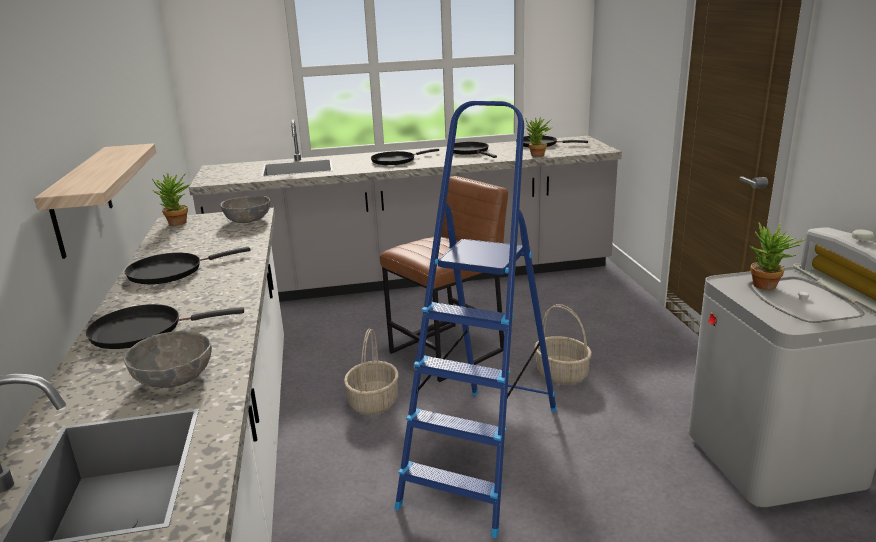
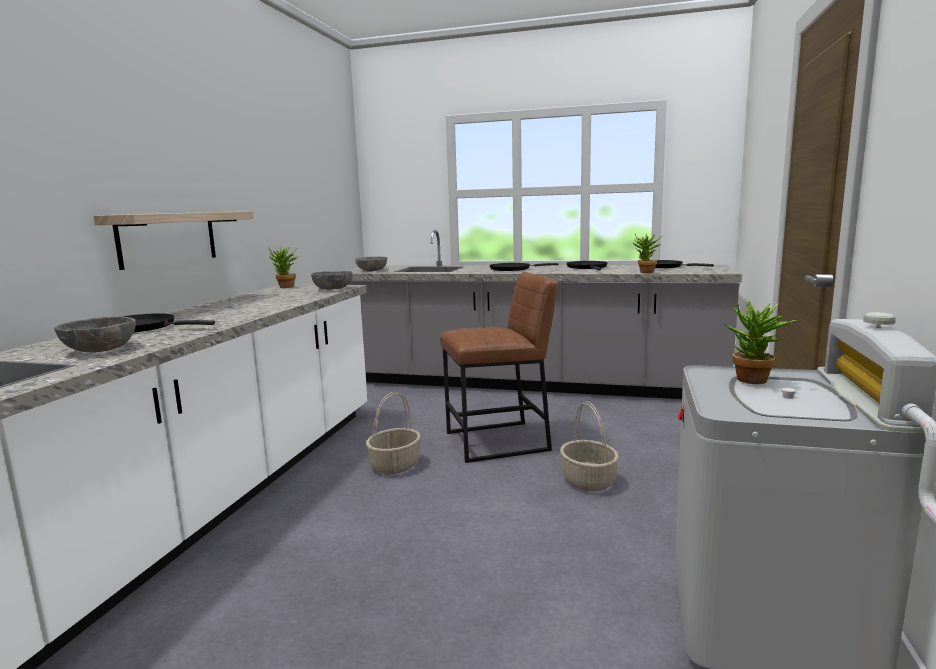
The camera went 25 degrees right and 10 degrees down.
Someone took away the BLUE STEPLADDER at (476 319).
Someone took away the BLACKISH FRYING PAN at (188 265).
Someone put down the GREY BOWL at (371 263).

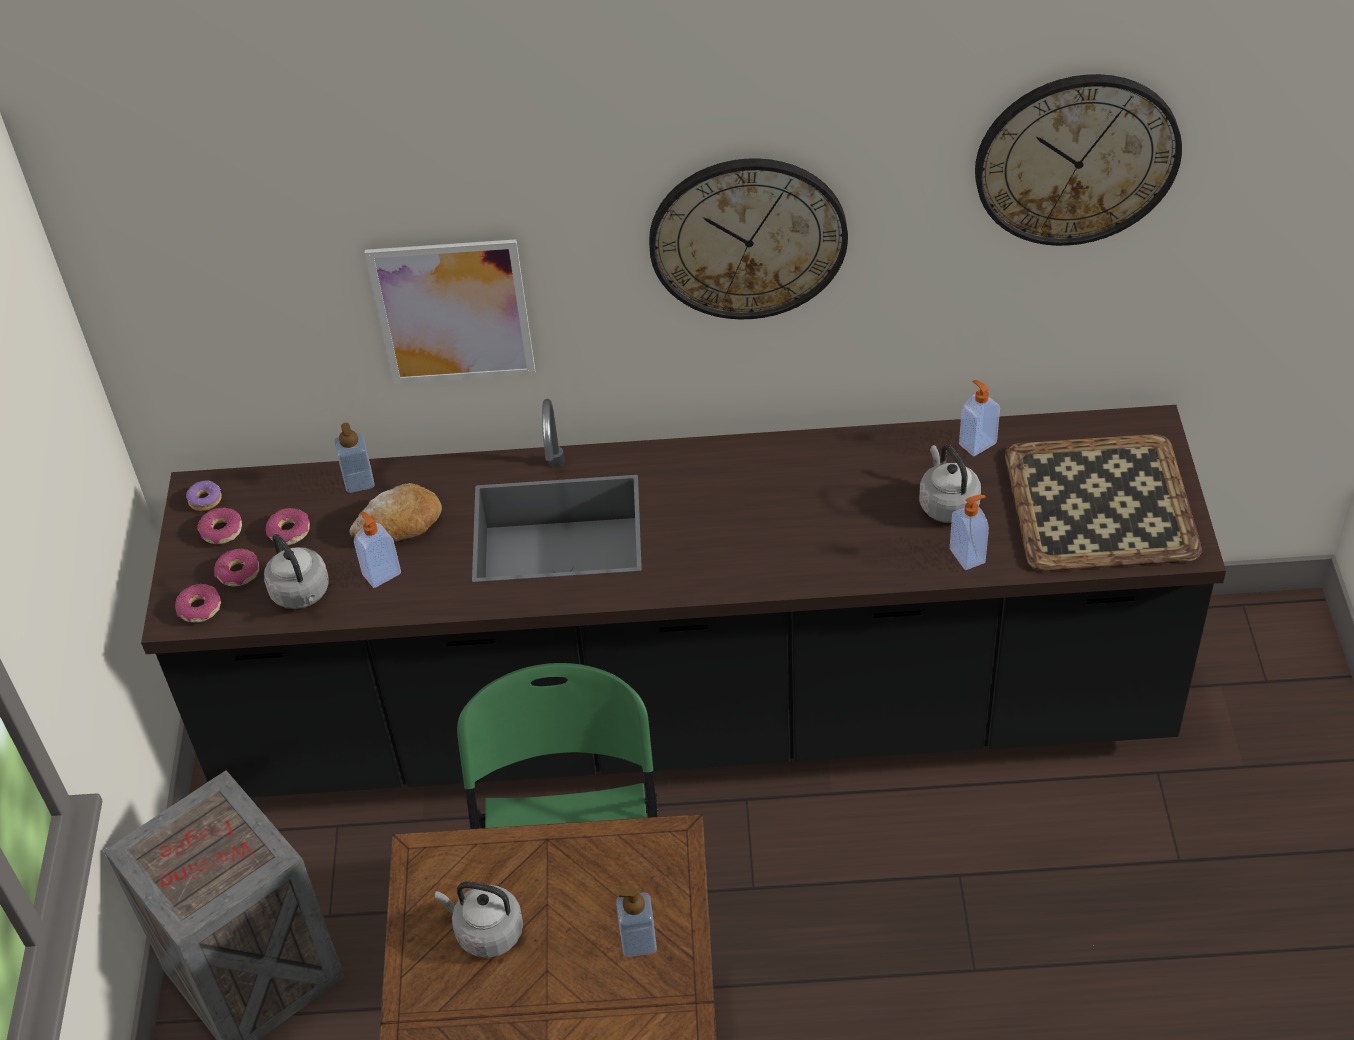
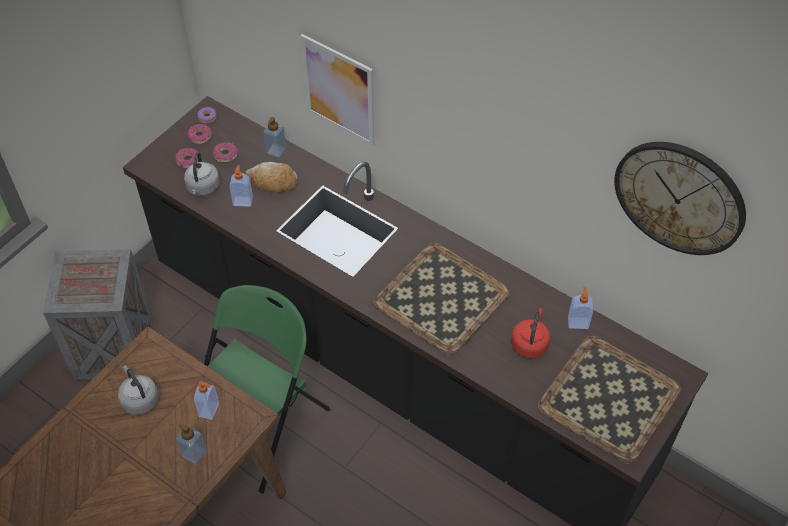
The camera went 35 degrees right and 5 degrees up.
Someone took away the WALL CLOCK at (748 238).
Someone repainted the GREY WATER KETTLE at (950 484), which became the REDDISH WATER KETTLE at (530 333).
Someone carried the SOAP BOTTLE from (969 532) to (206 400).
Someone took away the RING DOUGHNUT at (198 603).
Someone put down the TRAY at (441 299).

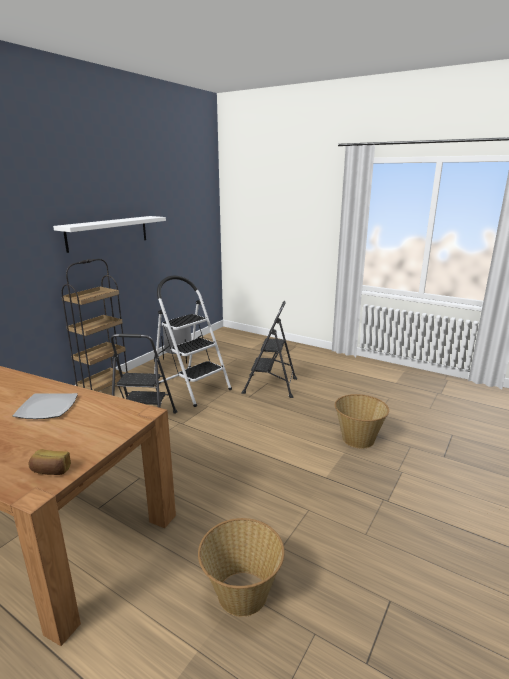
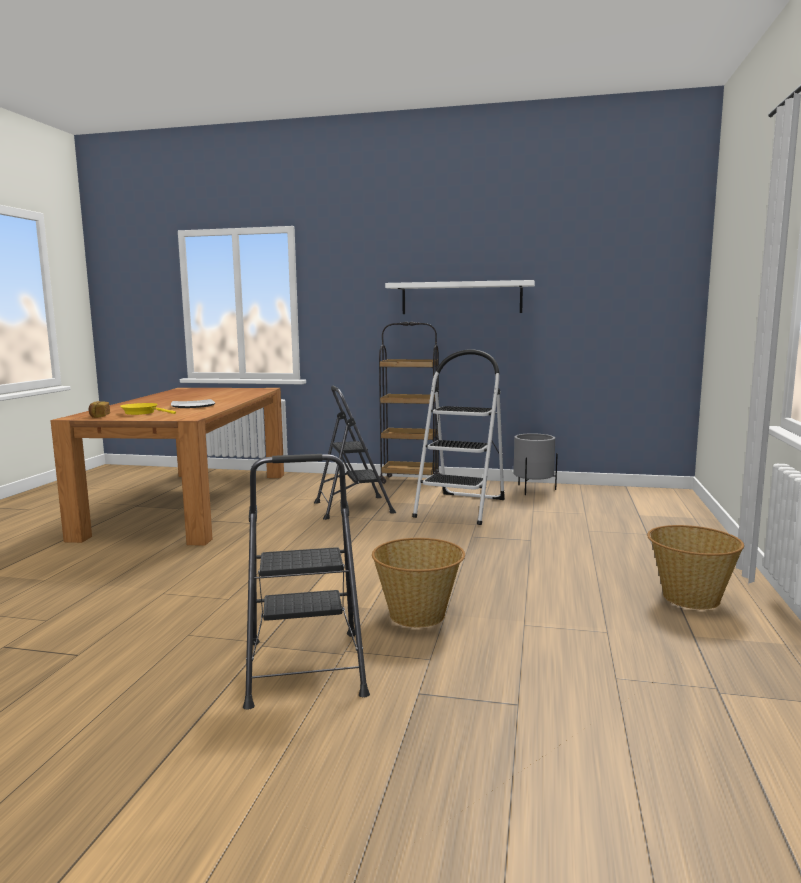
The camera went 70 degrees right and 10 degrees down.
Someone carried the BLACKISH STEPLADDER from (269 349) to (306 582).
Someone carried the STORAGE BASKET from (241 567) to (695 567).
Someone put down the YELLOW-COLOURED FRYING PAN at (148 409).

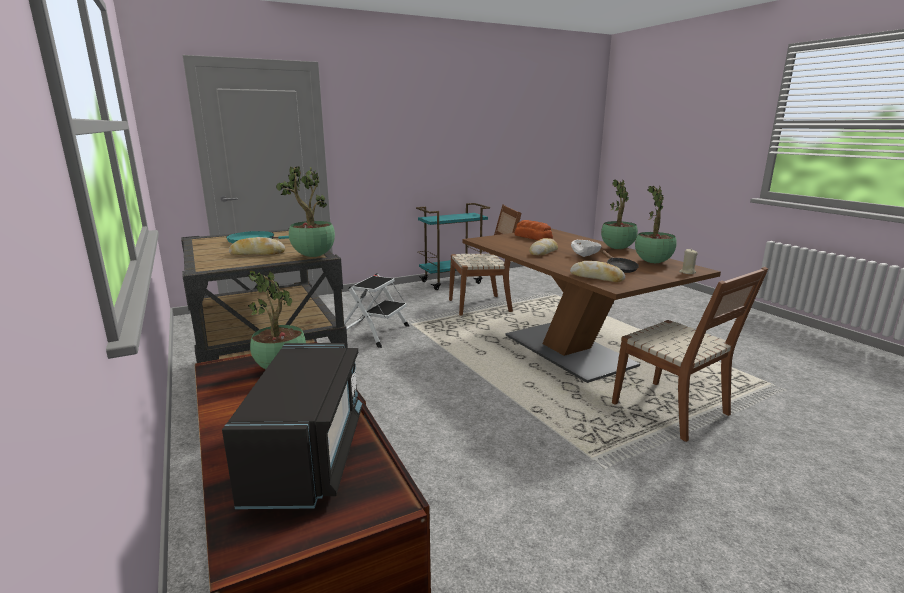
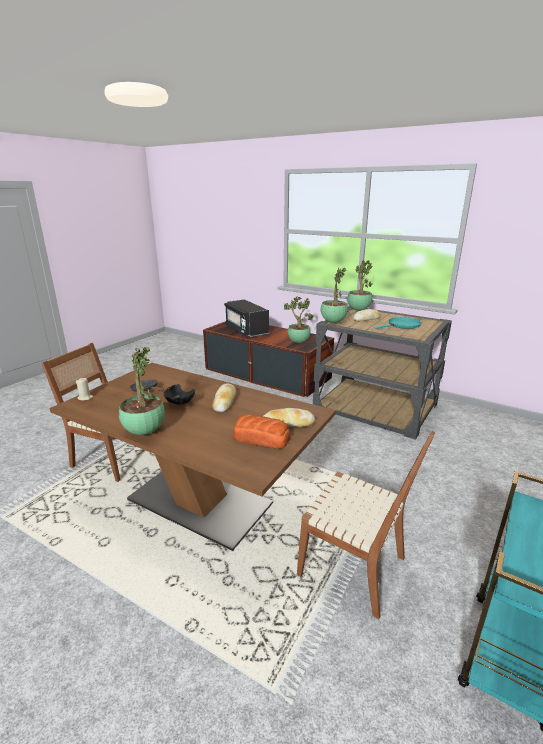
The camera went 150 degrees right and 5 degrees up.
Someone carried the HOUSEPLANT from (656 224) to (360 285).
Someone rotated the CHAIR at (485 260) by 105 degrees counterclockwise.
Someone repainted the WHITE-COLOURED BOWL at (586 248), which became the BLACKISH BOWL at (179 394).
Someone carried the BAKED BREAD from (597 272) to (289 417).
Someone took away the STEPLADDER at (376 310).

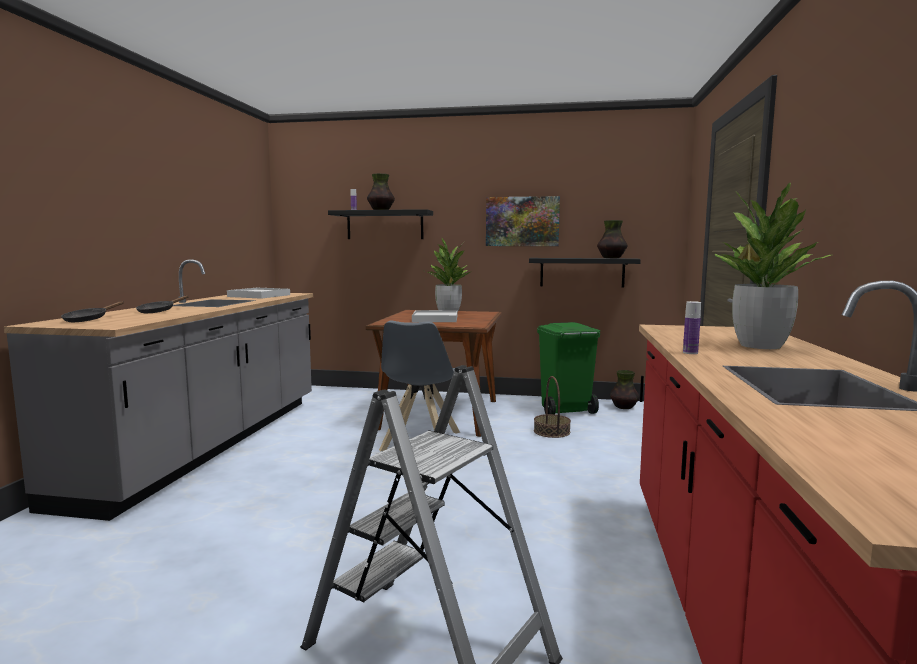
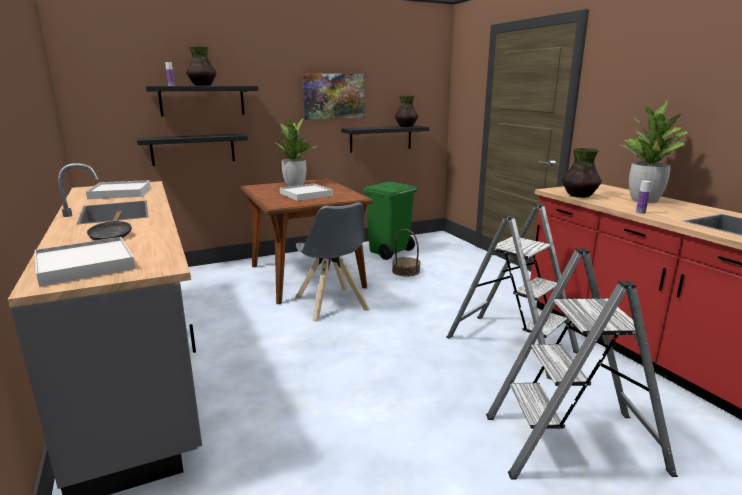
The camera went 35 degrees left and 10 degrees up.
Someone swapped the BLACKISH FRYING PAN at (92 311) for the WHITE-COLOURED TRAY at (85 261).
Someone carried the VASE from (625 389) to (582 173).
Someone put up the BLACKISH WALL SHELF at (192 150).
Someone put down the GREY STEPLADDER at (512 291).

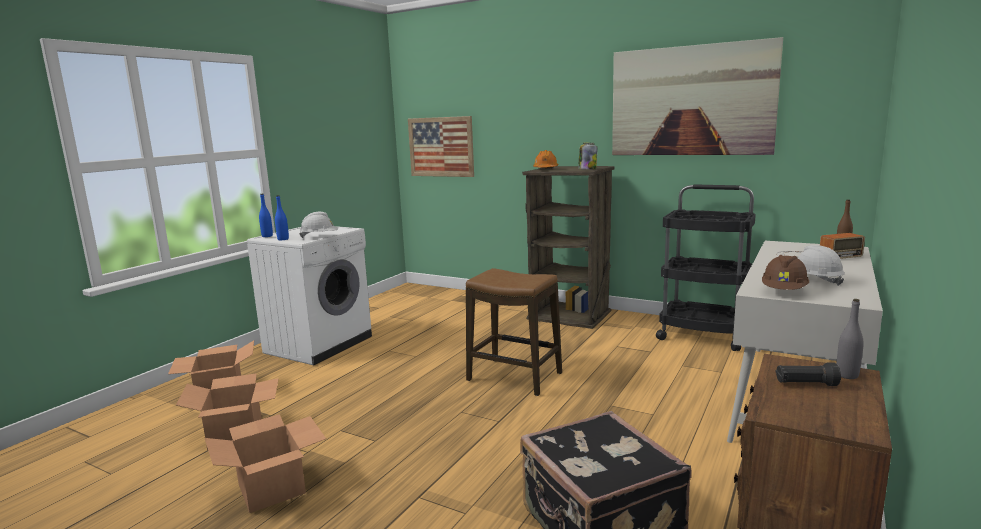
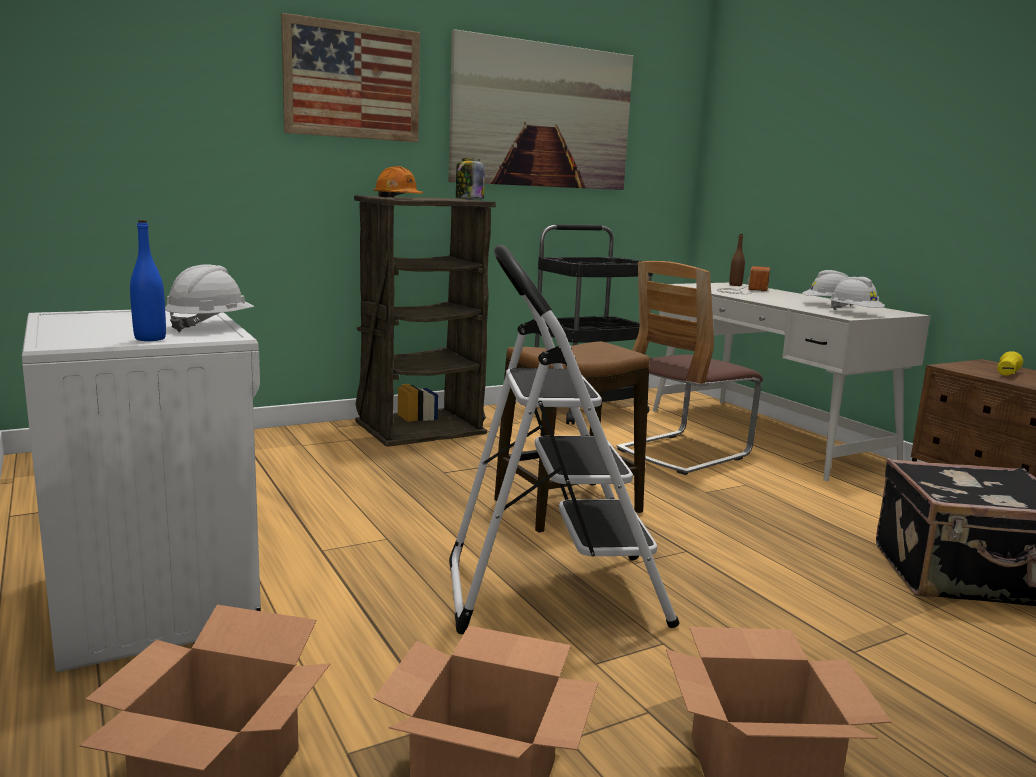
The camera went 60 degrees left and 0 degrees up.
Someone carried the WALL PICTURE from (441 146) to (350 77).
Someone took away the BLUE BEVERAGE BOTTLE at (266 215).
Someone repainted the BROWN-COLOURED HARD HAT at (785 272), which became the WHITE-COLOURED HARD HAT at (857 293).
Someone took away the GREY BEVERAGE BOTTLE at (850 339).
Someone repainted the BLACKISH TORCH at (808 374), which became the YELLOW-COLOURED TORCH at (1010 363).
Someone put down the STEPLADDER at (564 439).
Someone put down the CHAIR at (690 368).

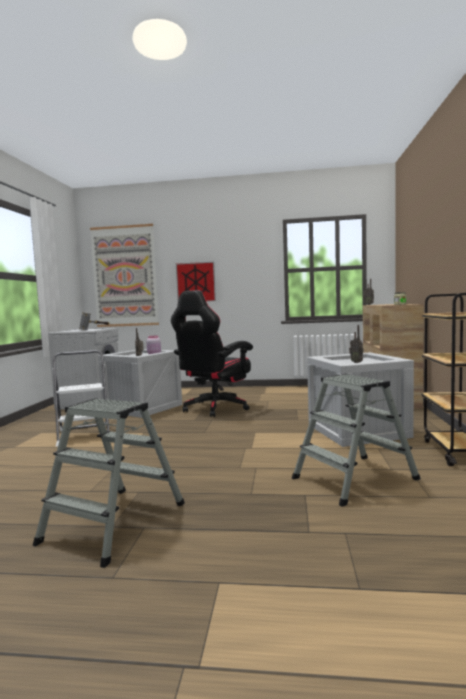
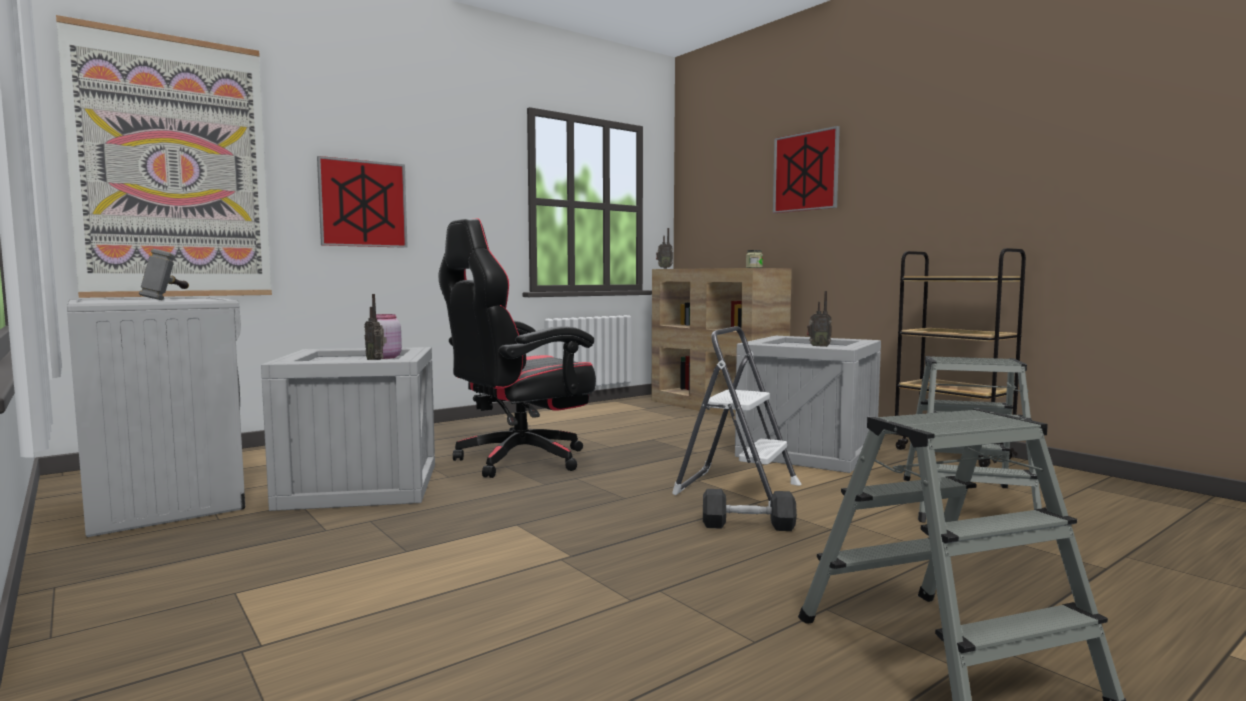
The camera went 45 degrees left and 0 degrees up.
Someone rotated the BLACKISH DESK CHAIR at (212 353) by 60 degrees clockwise.
Someone carried the WHITE-COLOURED STEPLADDER from (80 398) to (736 416).
Someone put up the WALL PICTURE at (806 169).
Someone put down the GREY FREE WEIGHT at (750 510).

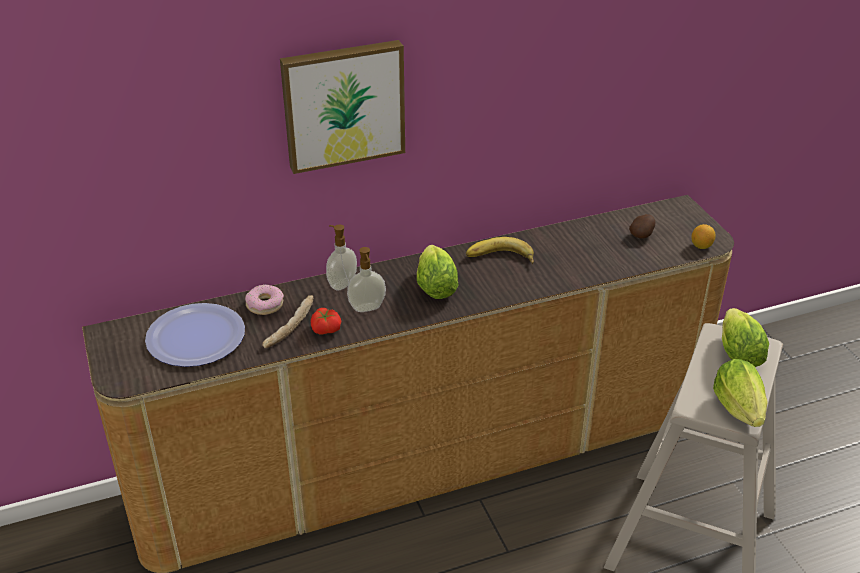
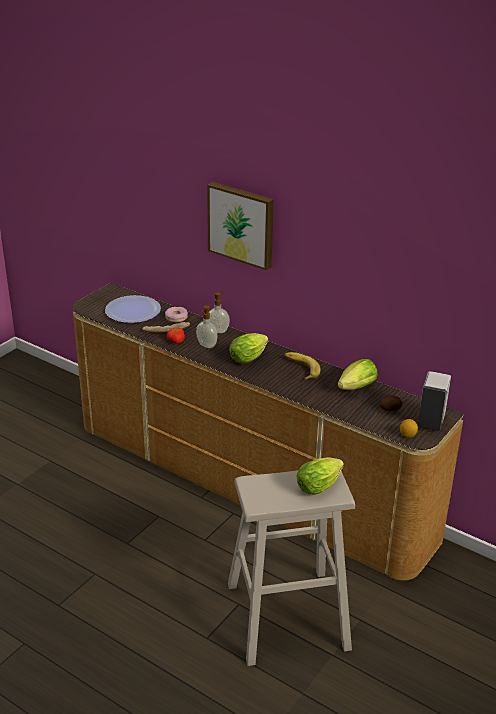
The camera went 55 degrees right and 5 degrees down.
Someone carried the LETTUCE HEAD from (740 393) to (357 374).
Someone put down the WHITE-COLOURED SOAP BOTTLE at (434 401).

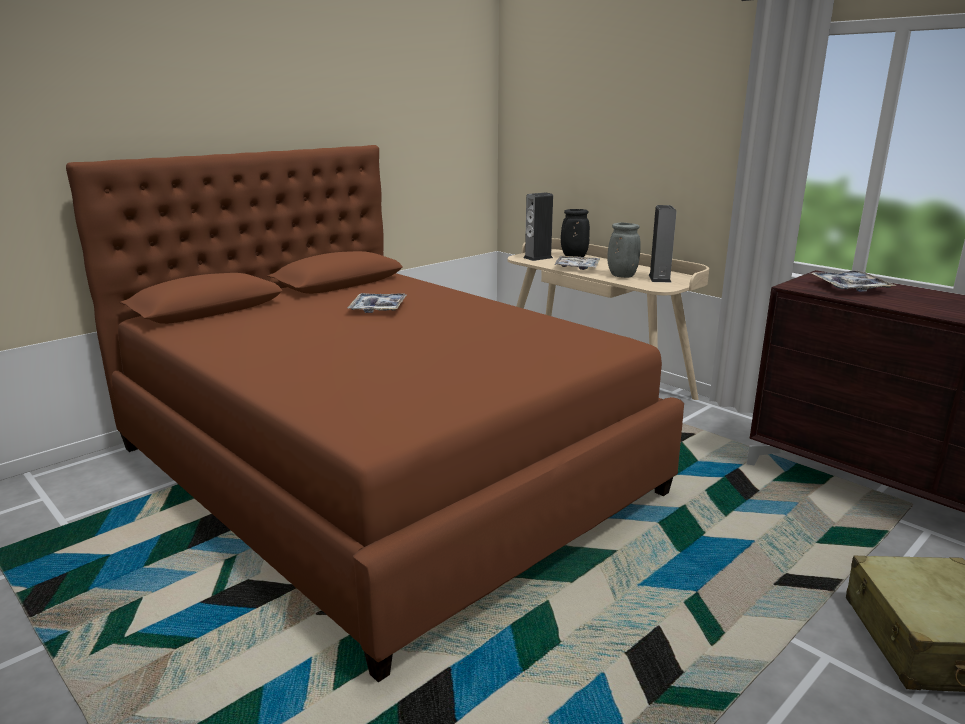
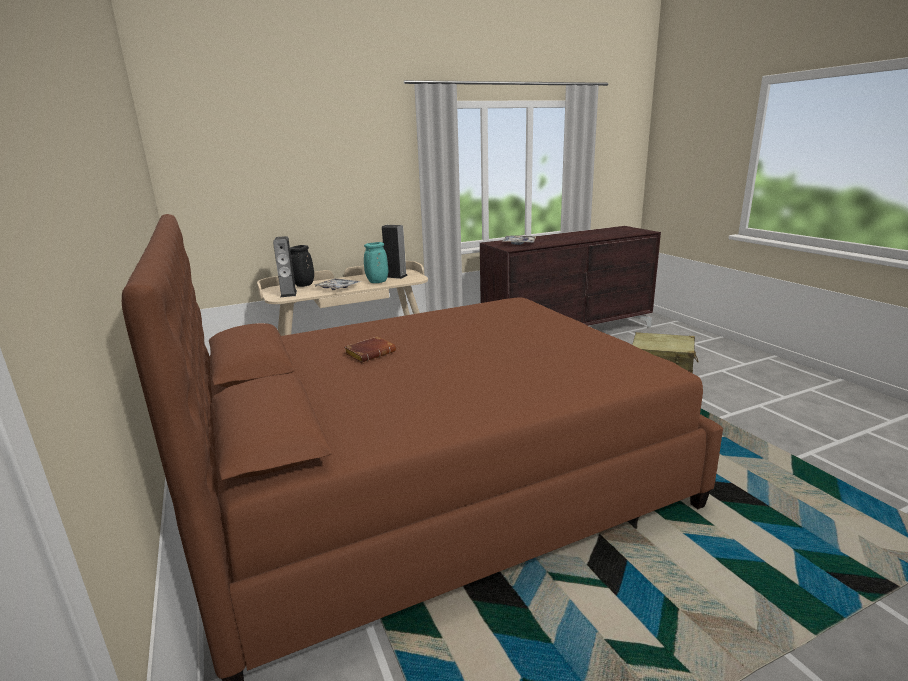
The camera went 70 degrees left and 0 degrees up.
Someone repainted the GREY VASE at (624 250), which became the TURQUOISE VASE at (376 262).
Someone swapped the TRAY at (377 303) for the BROWN-COLOURED BOOK at (370 349).

